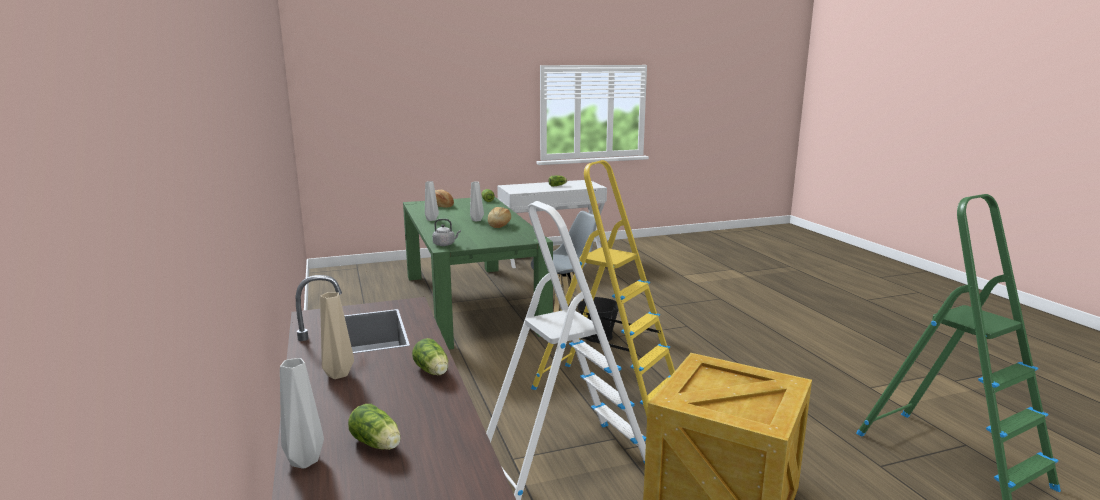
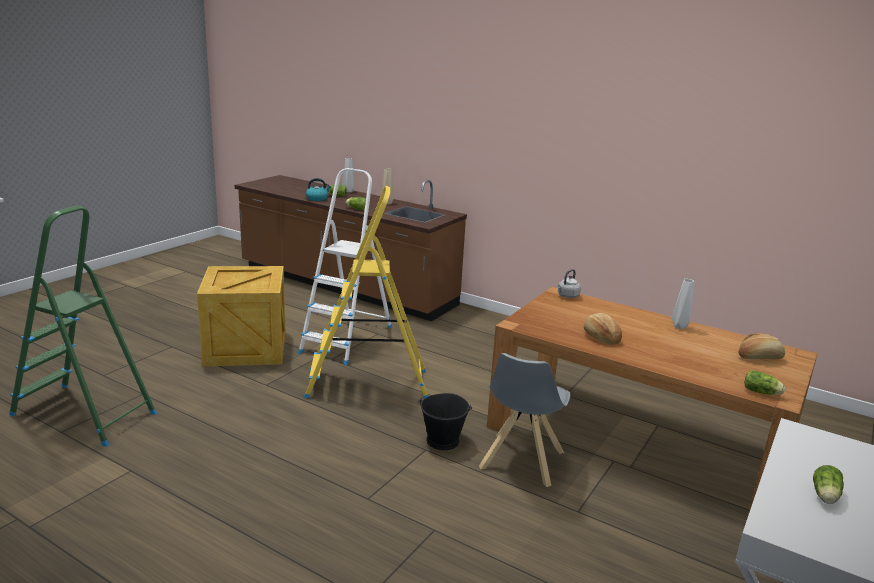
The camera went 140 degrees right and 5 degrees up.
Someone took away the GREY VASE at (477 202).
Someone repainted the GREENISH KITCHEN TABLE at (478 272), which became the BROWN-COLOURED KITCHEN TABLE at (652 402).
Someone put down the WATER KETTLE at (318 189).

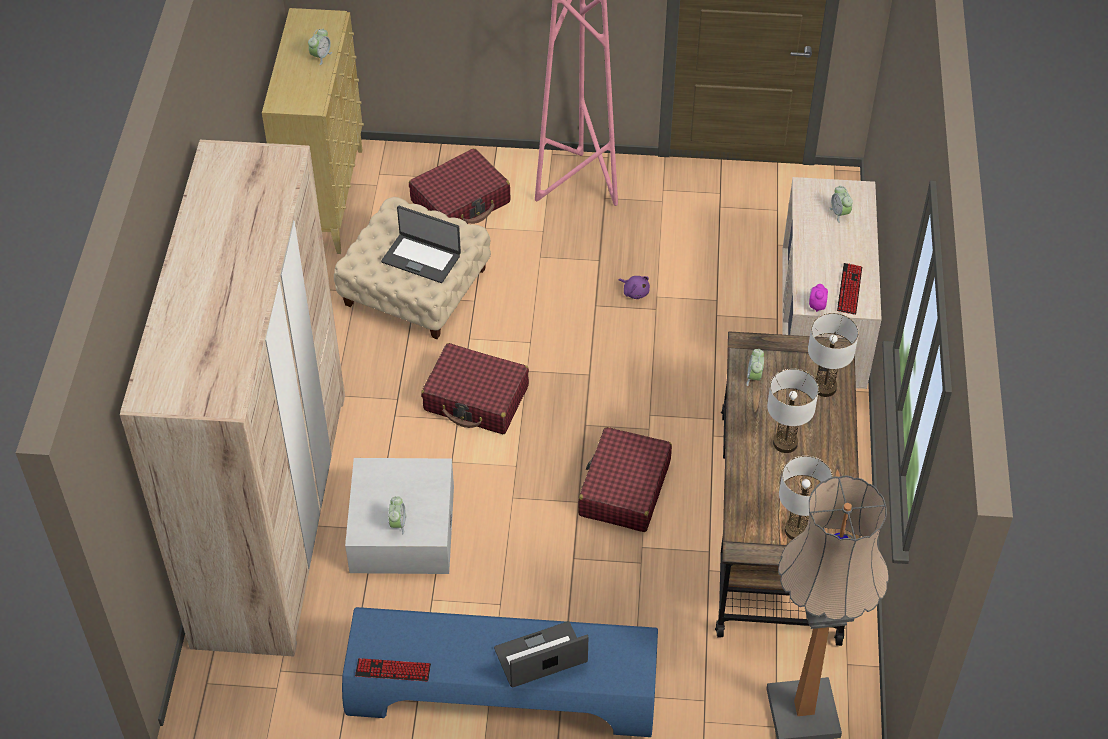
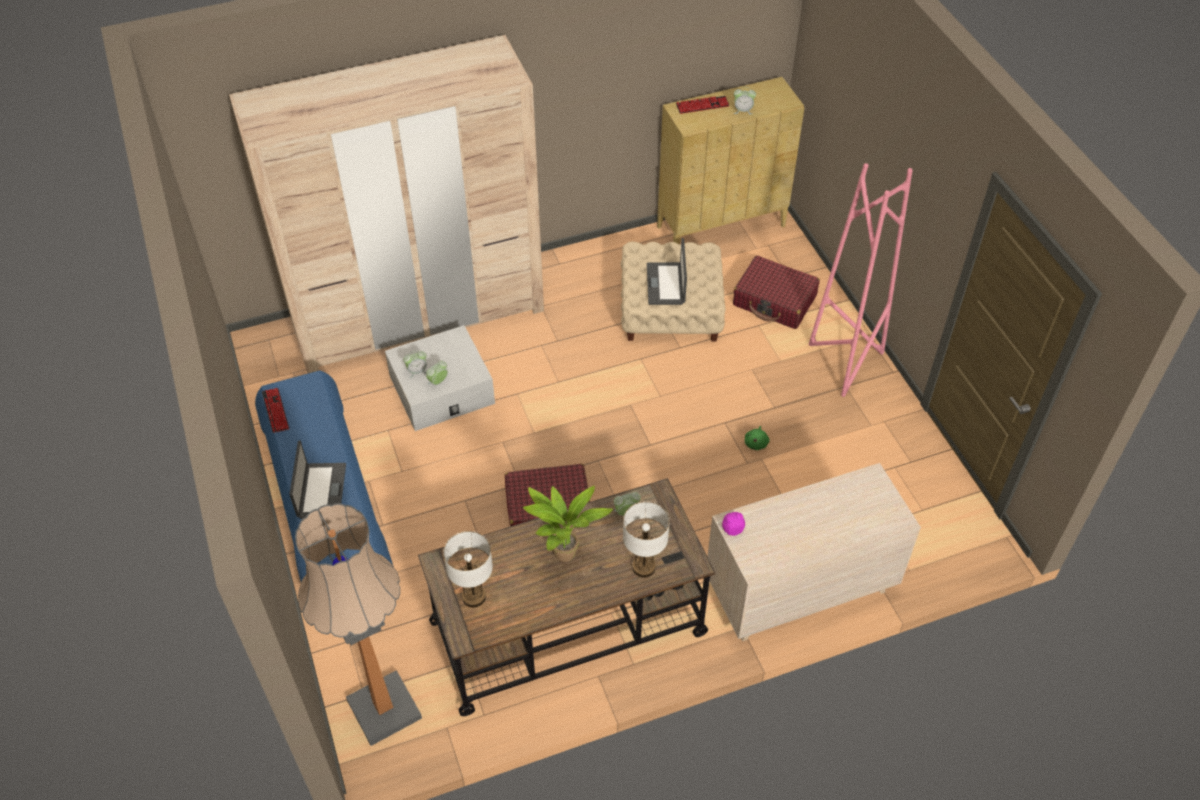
The camera went 65 degrees right and 0 degrees up.
Someone carried the TABLE CLOCK from (841 204) to (437 373).
Someone carried the COMPUTER KEYBOARD from (849 289) to (702 105).
Someone repainted the PURPLE-COLOURED CUDDLY TOY at (634 287), which became the GREENISH CUDDLY TOY at (757 438).
Someone took away the REDDISH PIECE OF LUGGAGE at (475 388).
Someone swapped the TABLE LAMP at (793 411) for the HOUSEPLANT at (568 524).
Someone rotated the PORTABLE COMPUTER at (541 654) by 45 degrees clockwise.

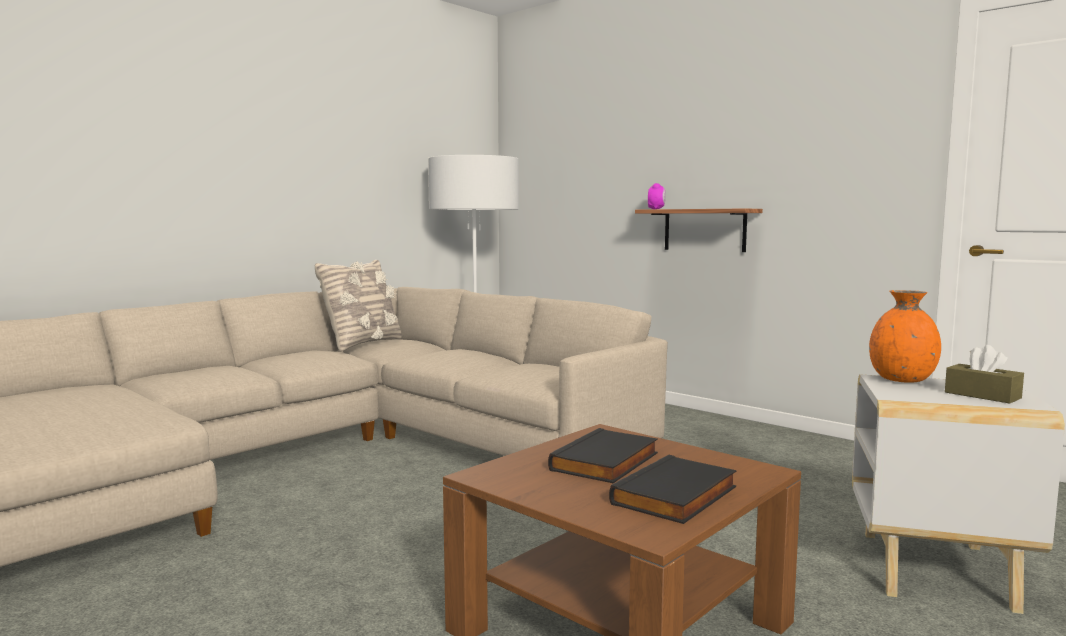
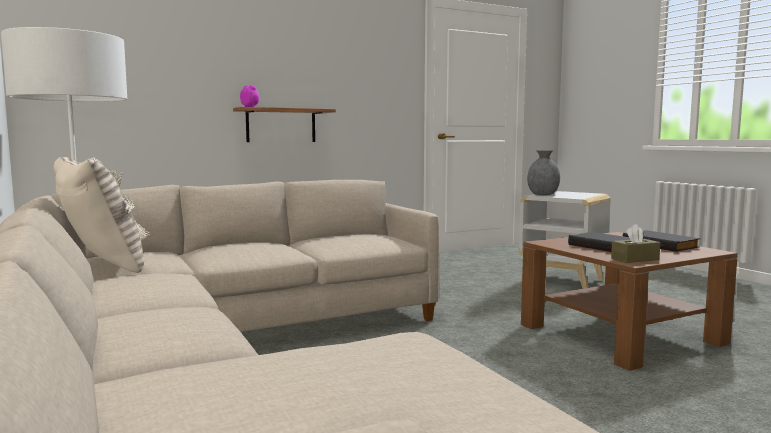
The camera went 70 degrees left and 0 degrees up.
Someone repainted the ORANGEY VASE at (905 336), which became the GREY VASE at (543 172).
Someone carried the BROWN-COLOURED TISSUE HOLDER from (984 374) to (635 243).

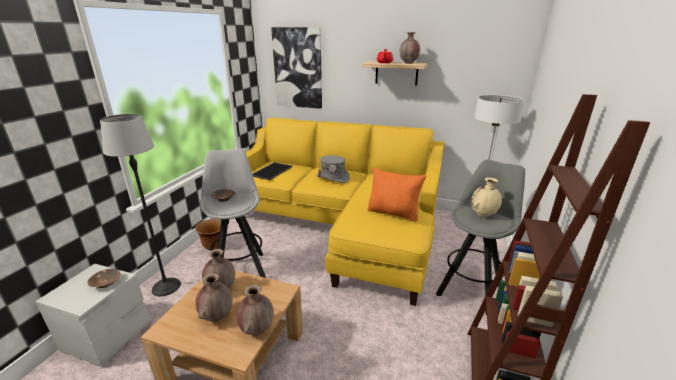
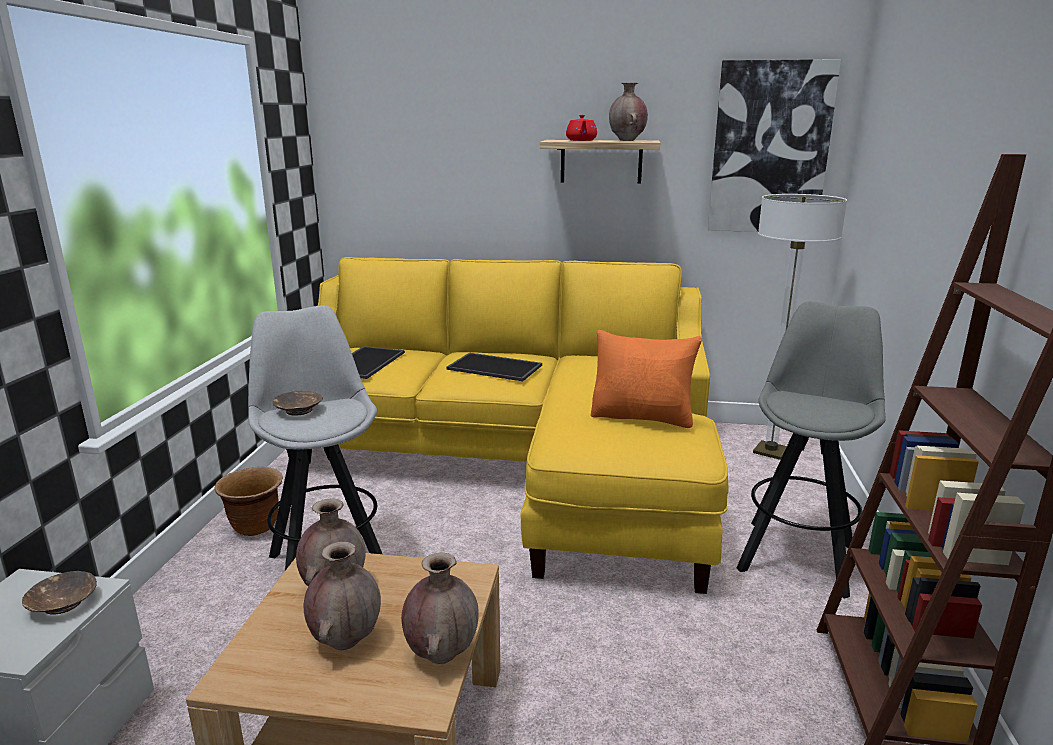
The camera went 10 degrees left and 5 degrees down.
Someone carried the WALL PICTURE from (296 68) to (774 145).
Someone took away the STANDING LAMP at (140 205).
Someone swapped the GREY CLOTHING HAT at (333 169) for the TRAY at (494 367).
Someone took away the SAND-COLOURED VASE at (486 197).

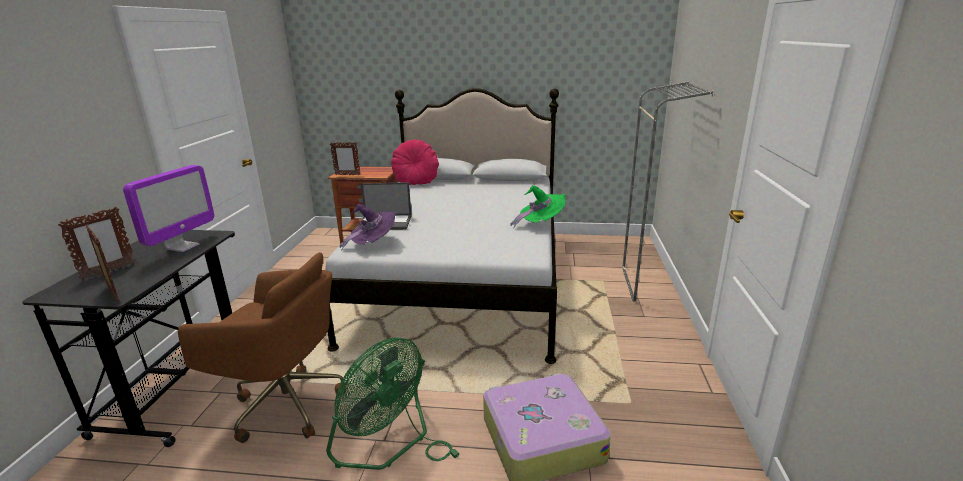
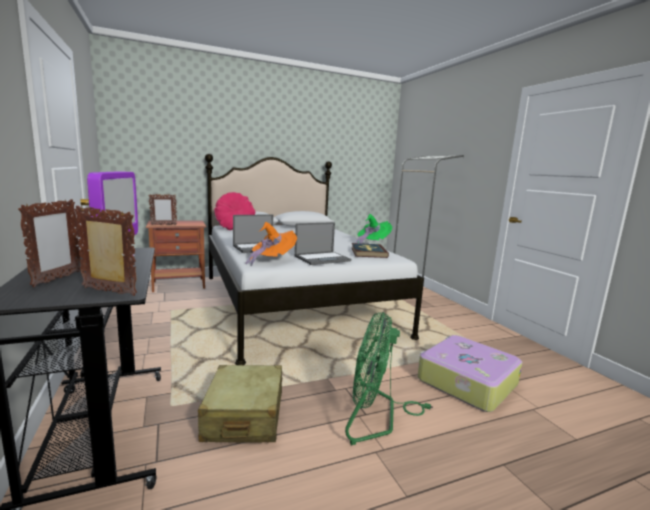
The camera went 30 degrees left and 10 degrees down.
Someone repainted the PURPLE-COLOURED CLOTHING HAT at (368 227), which became the ORANGEY CLOTHING HAT at (271 244).
Someone swapped the BROWN-COLOURED DESK CHAIR at (262 347) for the SAND-COLOURED PIECE OF LUGGAGE at (240 404).
Someone put down the PORTABLE COMPUTER at (323 243).
Someone put down the BOOK at (370 250).

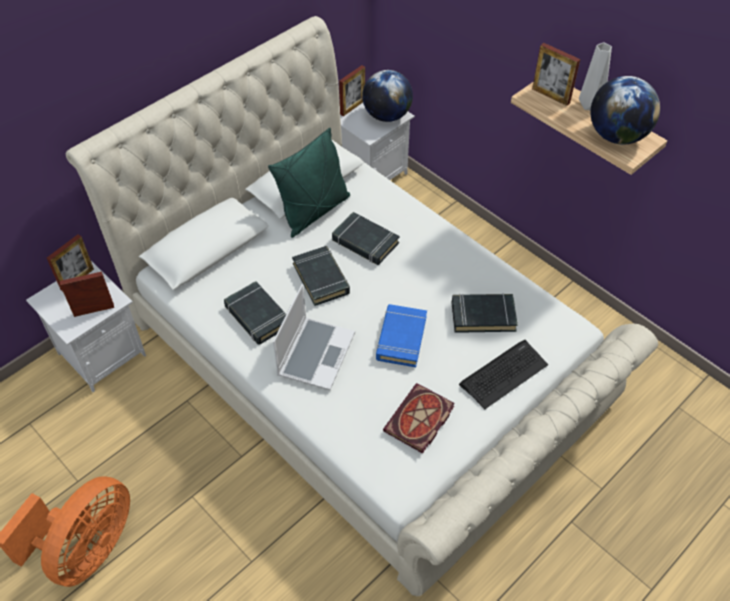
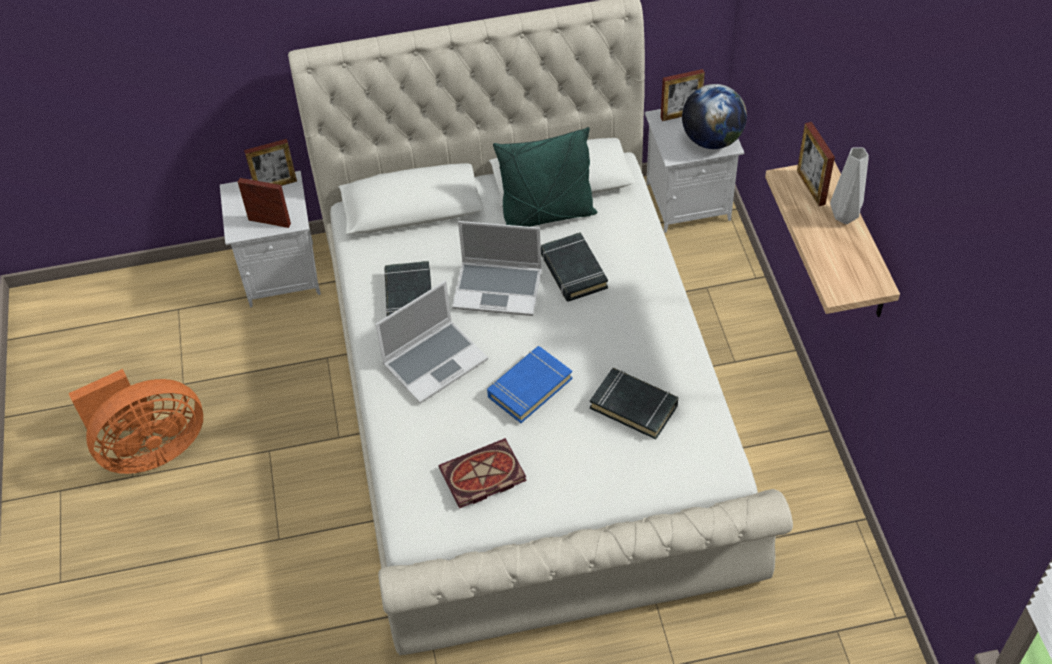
The camera went 35 degrees right and 0 degrees up.
Someone took away the DESK GLOBE at (625 110).
Someone swapped the BLACKISH BOOK at (321 276) for the PORTABLE COMPUTER at (497 268).
Someone took away the COMPUTER KEYBOARD at (503 374).

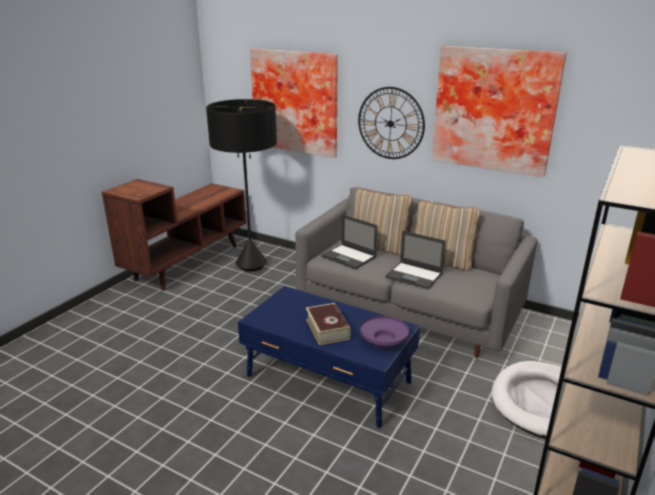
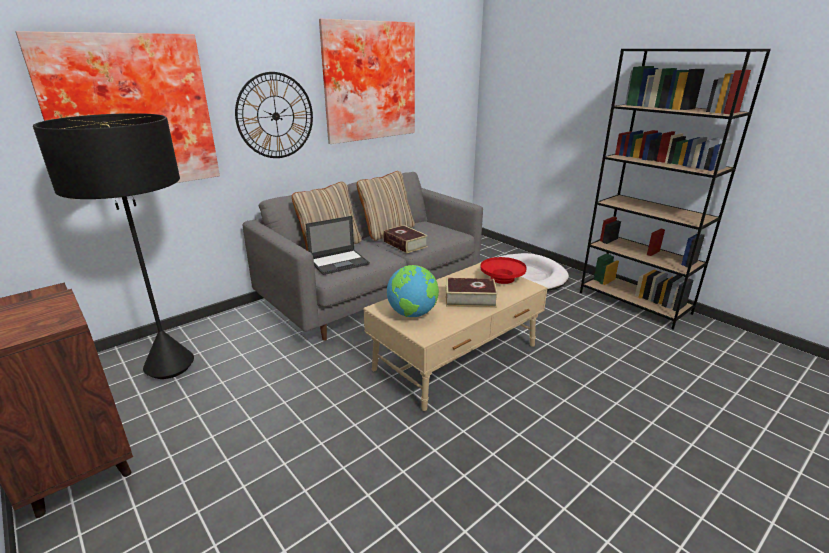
The camera went 70 degrees left and 0 degrees up.
Someone swapped the PORTABLE COMPUTER at (415 260) for the BOOK at (405 239).
Someone repainted the BLUE LOUNGE TABLE at (329 357), which became the SAND-COLOURED LOUNGE TABLE at (455 337).
Someone repainted the PURPLE-COLOURED BOWL at (384 332), which became the REDDISH BOWL at (504 270).
Someone put down the DESK GLOBE at (413 291).

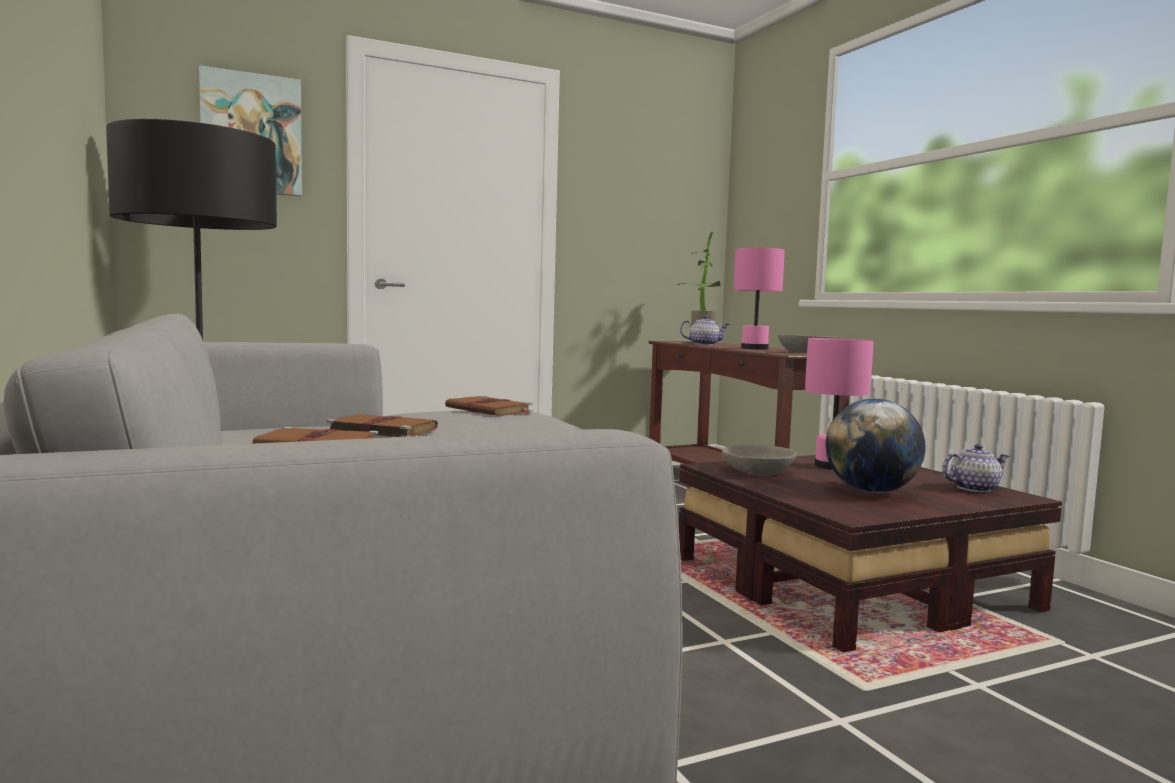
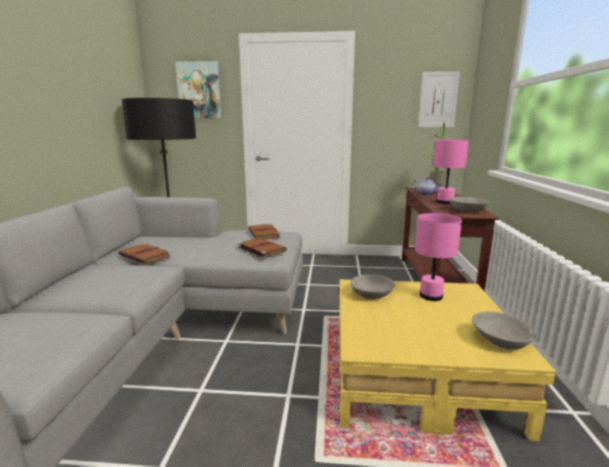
The camera went 30 degrees right and 10 degrees up.
Someone took away the DESK GLOBE at (875 446).
Someone carried the BROWN-COLOURED BOOK from (382 425) to (262 248).
Someone swapped the POT FOR TEA at (976 468) for the GREY BOWL at (504 331).
Someone repainted the BROWN-COLOURED LOUNGE TABLE at (870 554), which became the YELLOW-COLOURED LOUNGE TABLE at (447 360).
Someone put up the WALL PICTURE at (439 99).

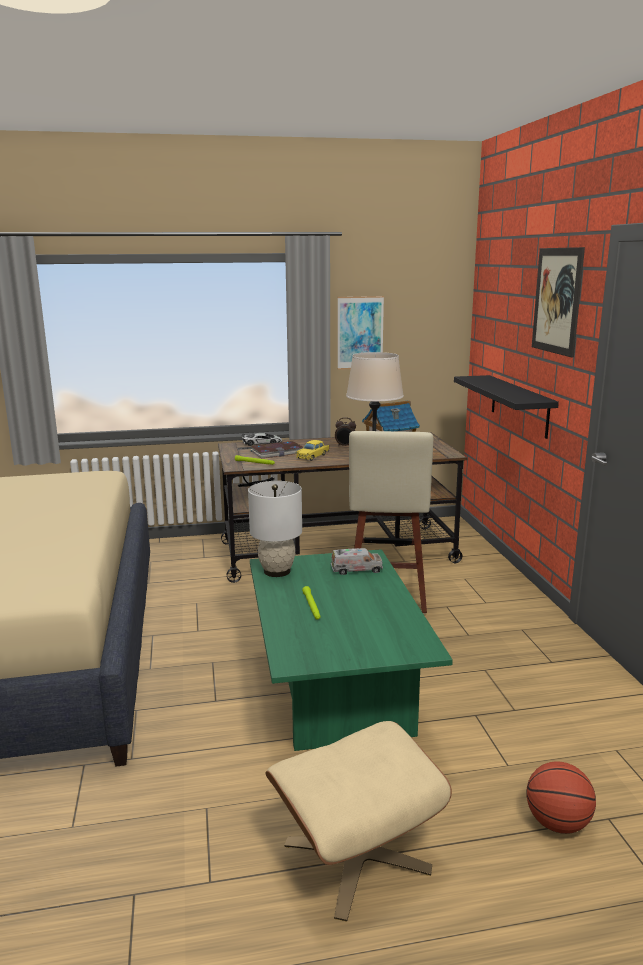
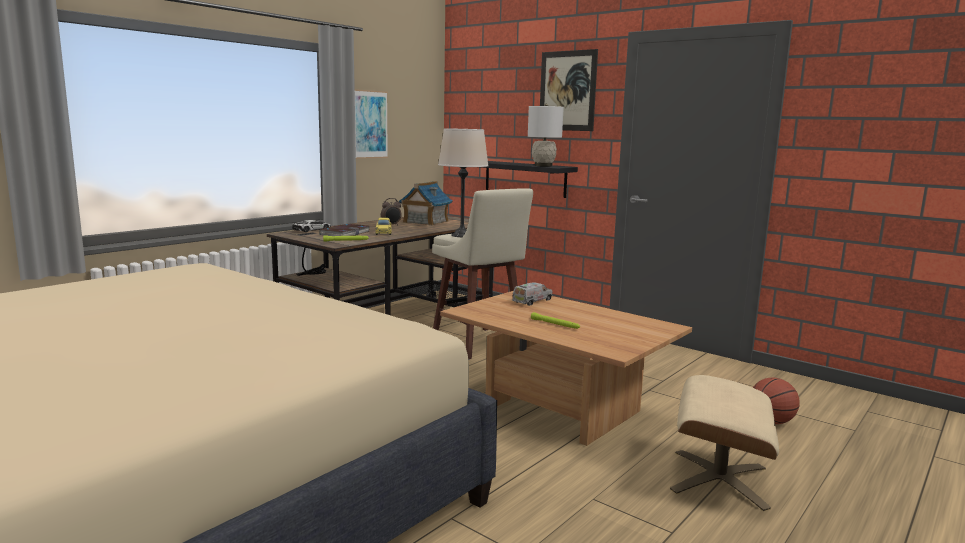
The camera went 40 degrees left and 5 degrees down.
Someone carried the WHITE-COLOURED TABLE LAMP from (275 529) to (546 135).
Someone repainted the GREENISH LOUNGE TABLE at (351 650), which became the BROWN-COLOURED LOUNGE TABLE at (566 368).

